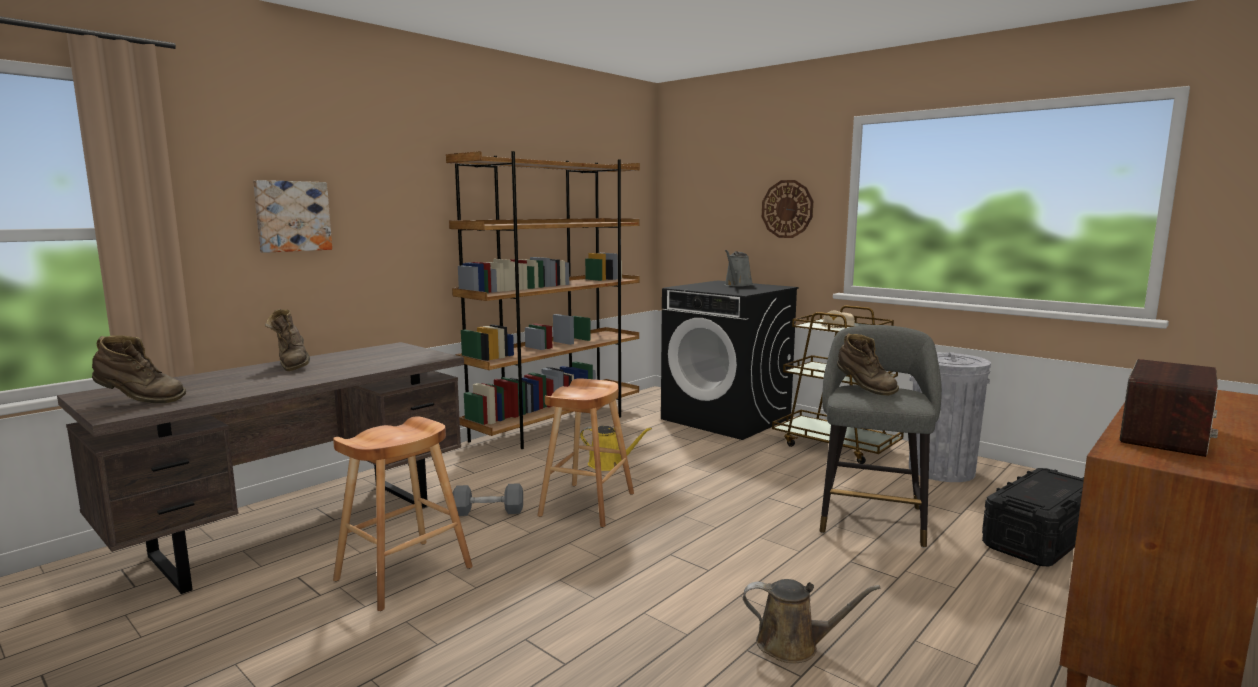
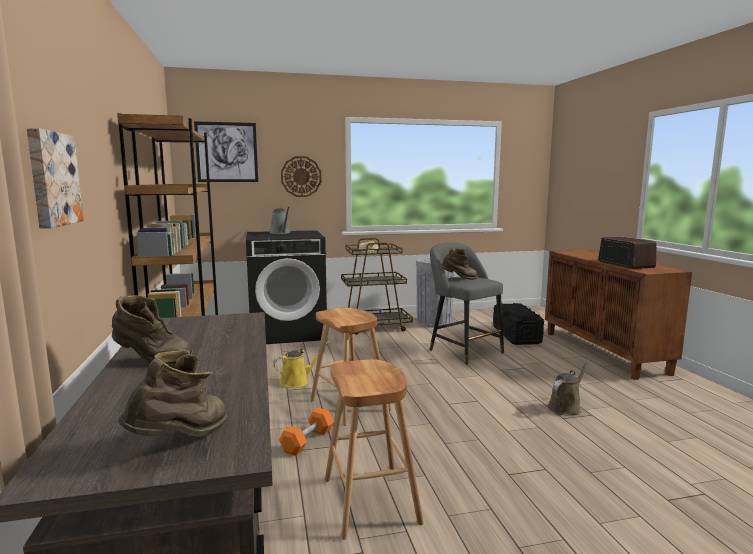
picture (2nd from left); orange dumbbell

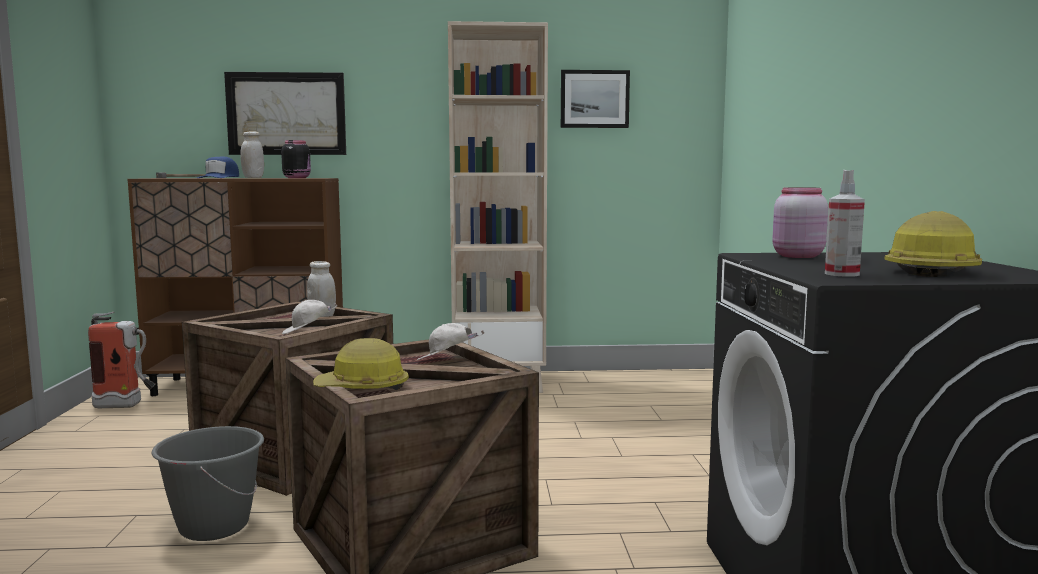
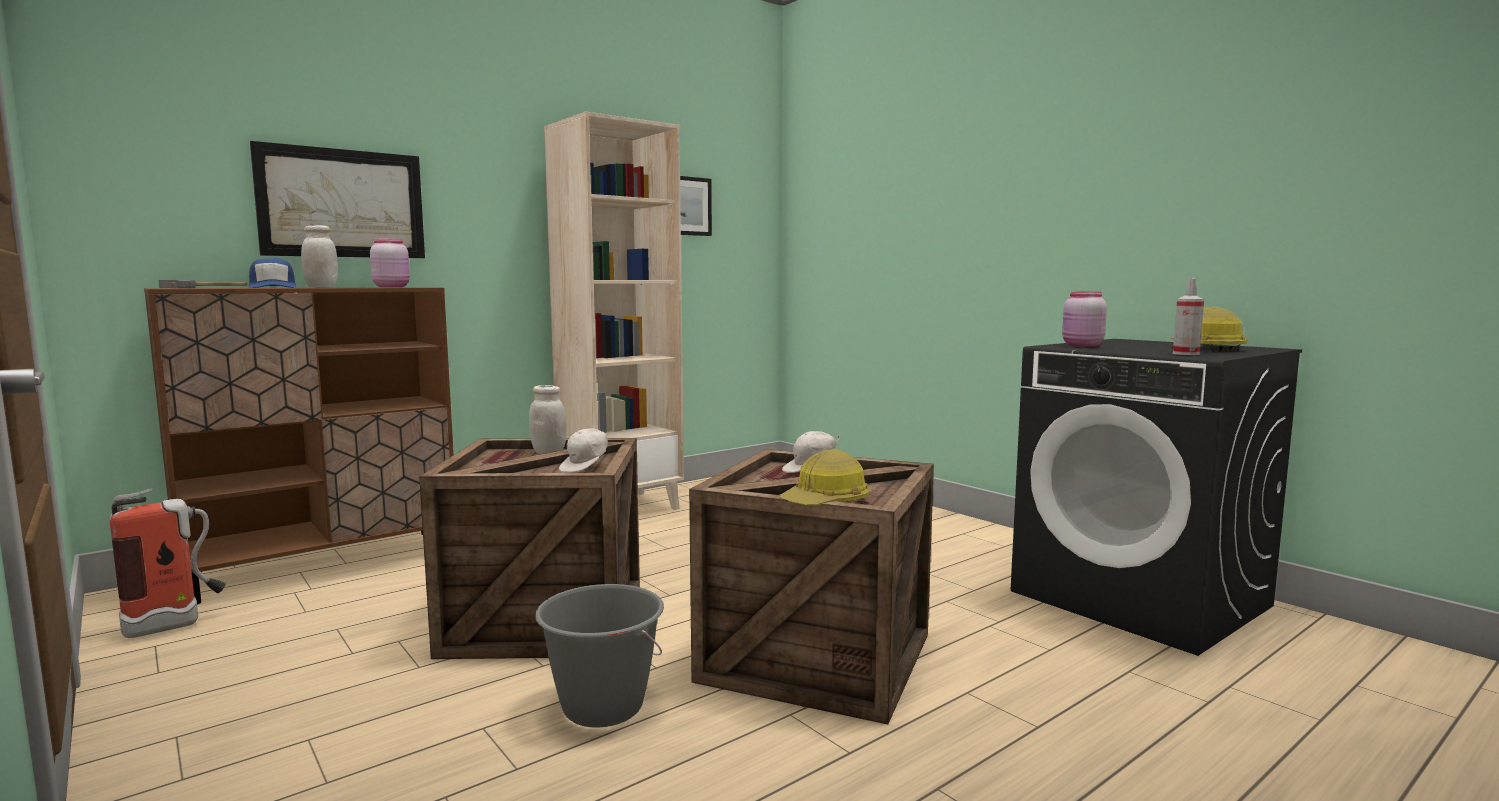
pink-coloured jar (1st from left)

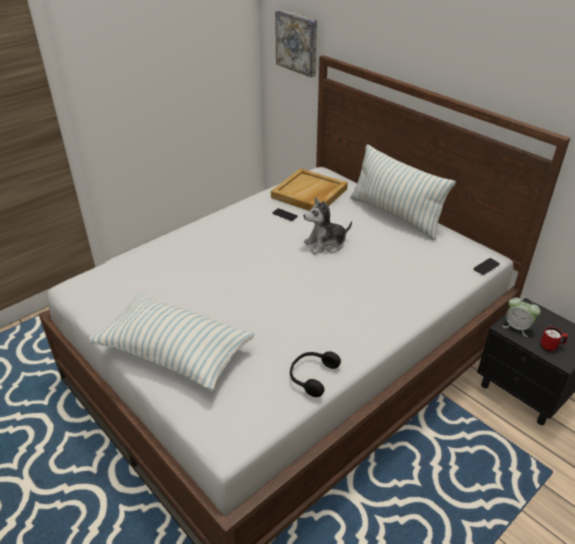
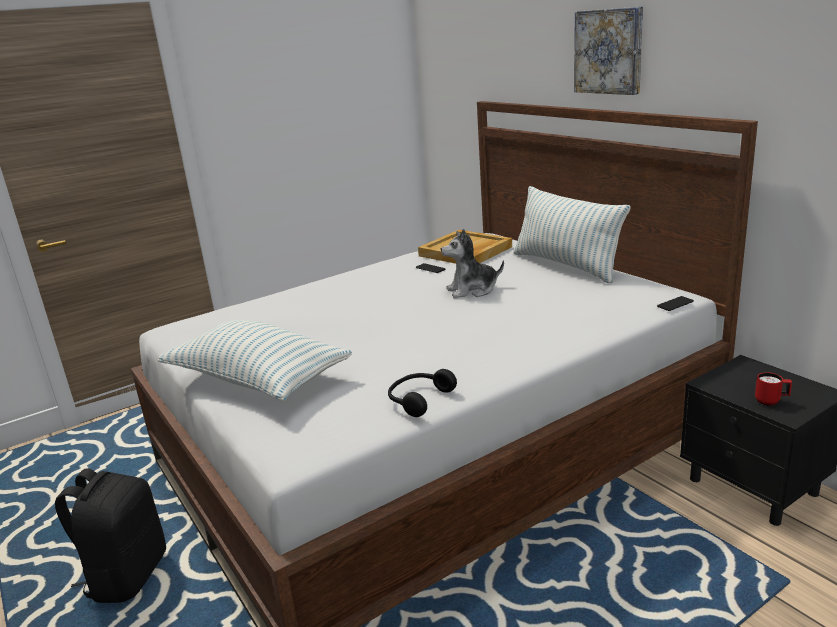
table clock; black-coloured knapsack; picture

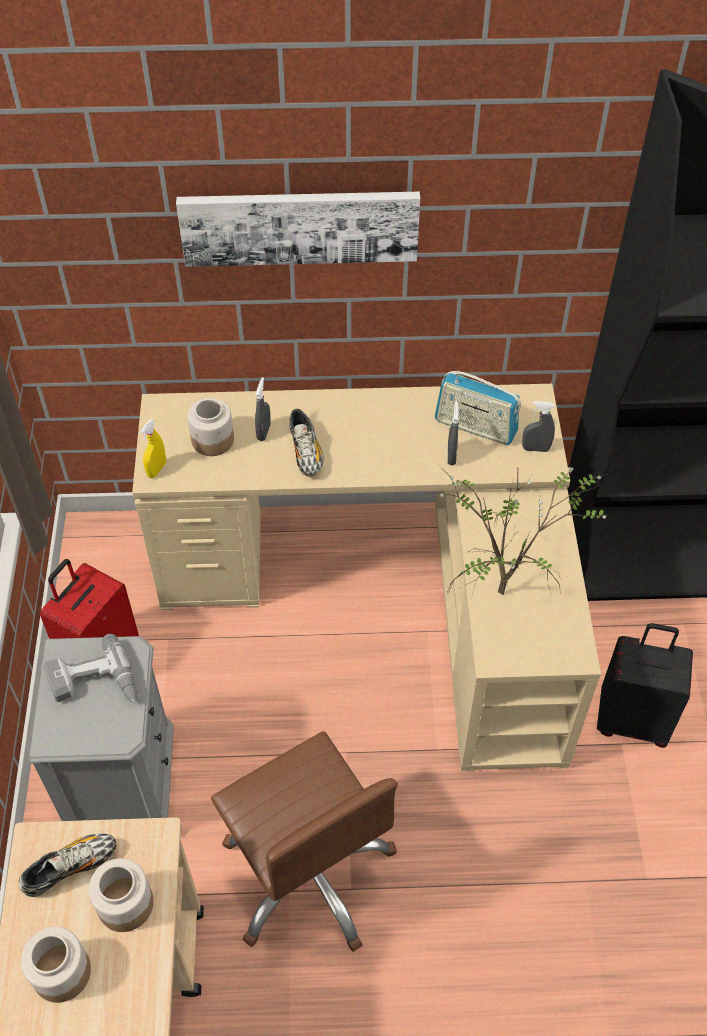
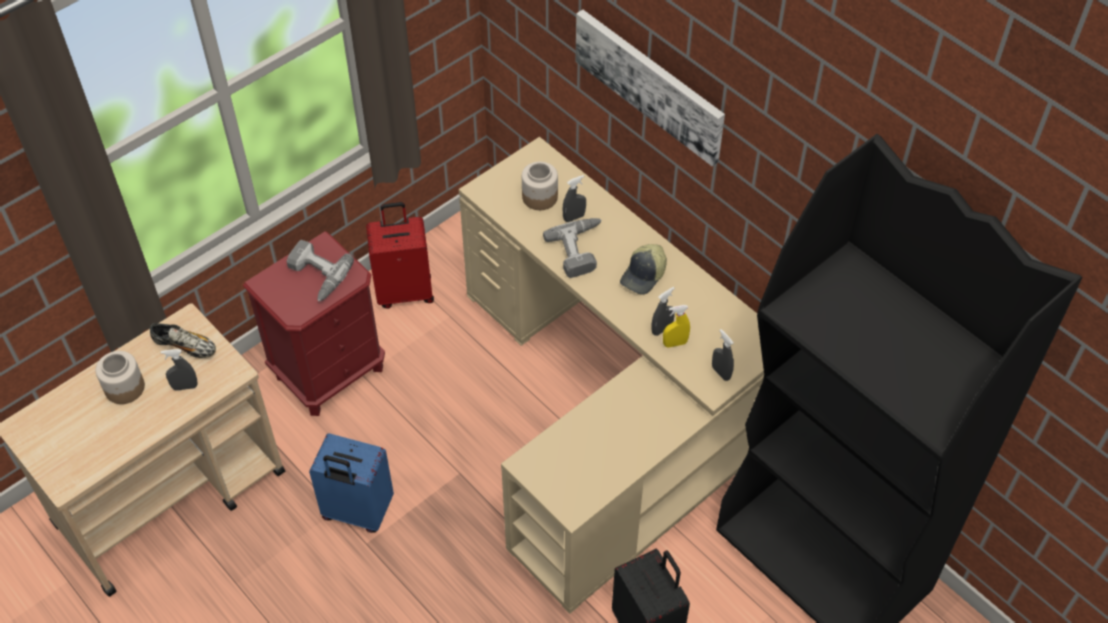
potted plant; radio set; baseball cap; yellow-coloured spray bottle; grey spray bottle (1st from left); blue piece of luggage; power drill (2nd from left); reddish nightstand

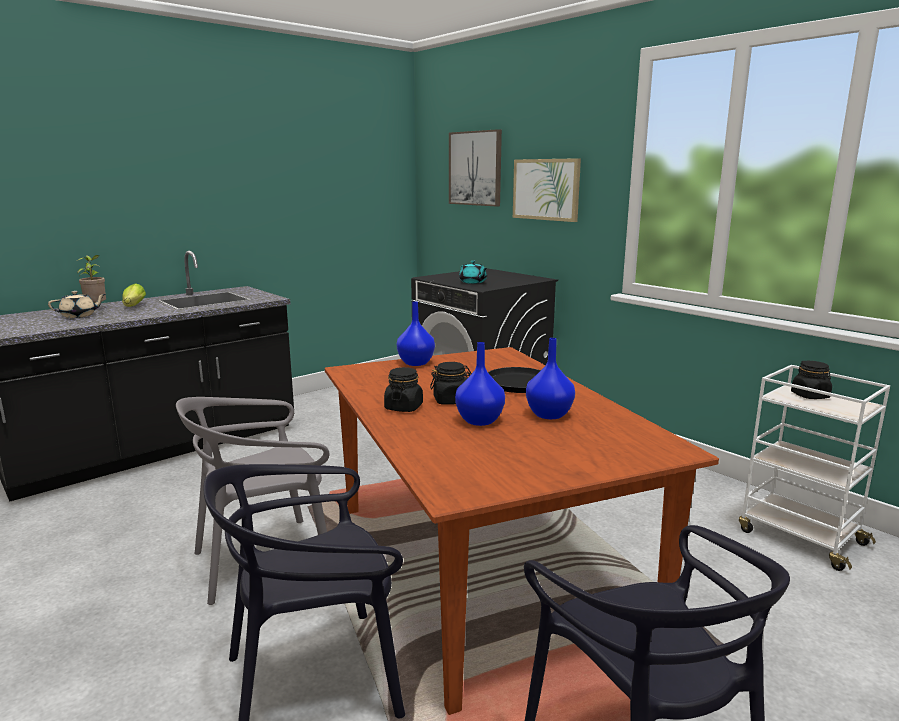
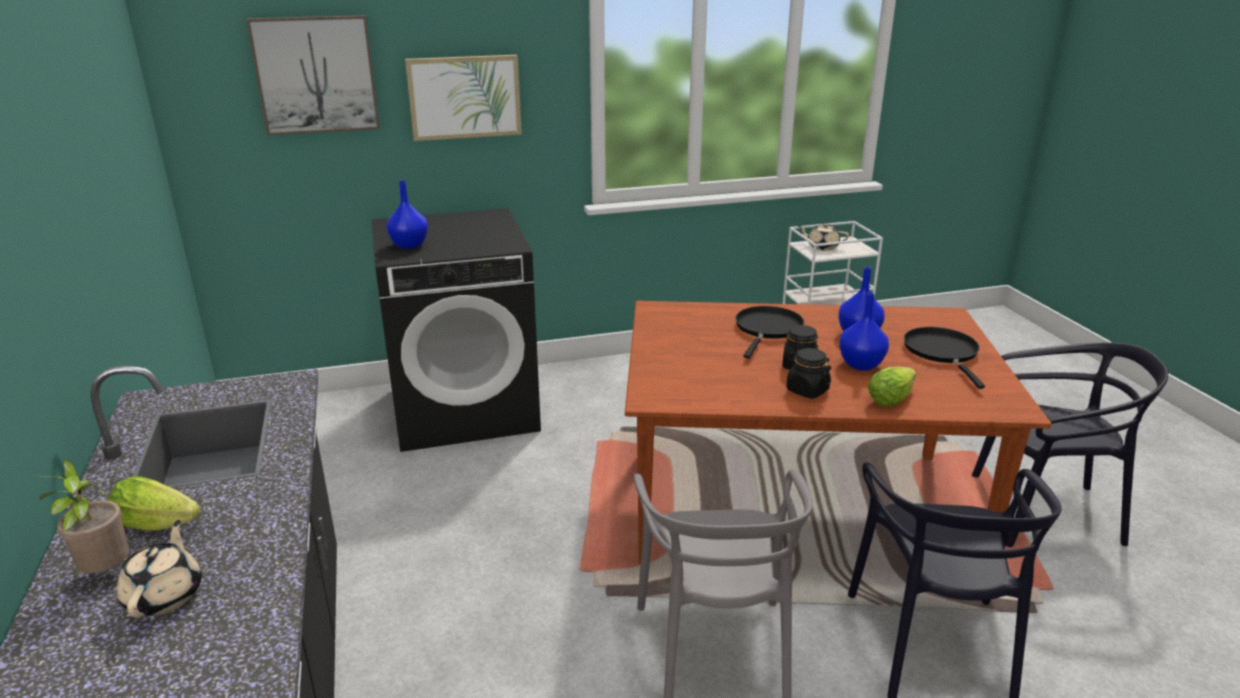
turquoise-coloured pot for tea; head of lettuce (2nd from left); black-coloured skillet (2nd from left); blue flower vase (1st from left); sand-coloured pot for tea (2nd from left)

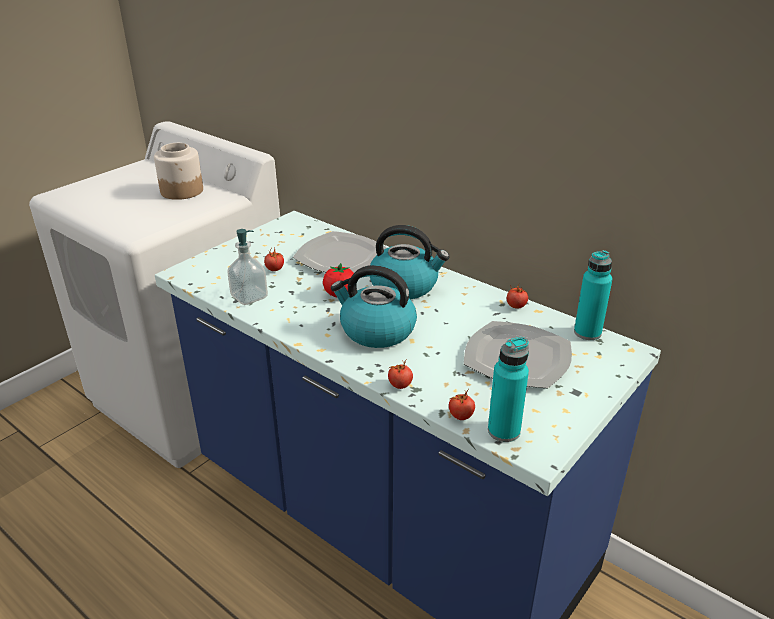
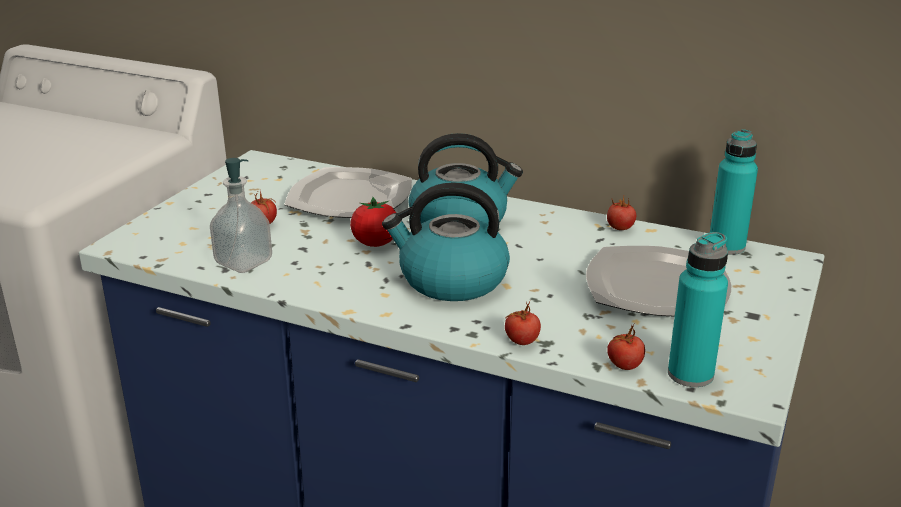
jar

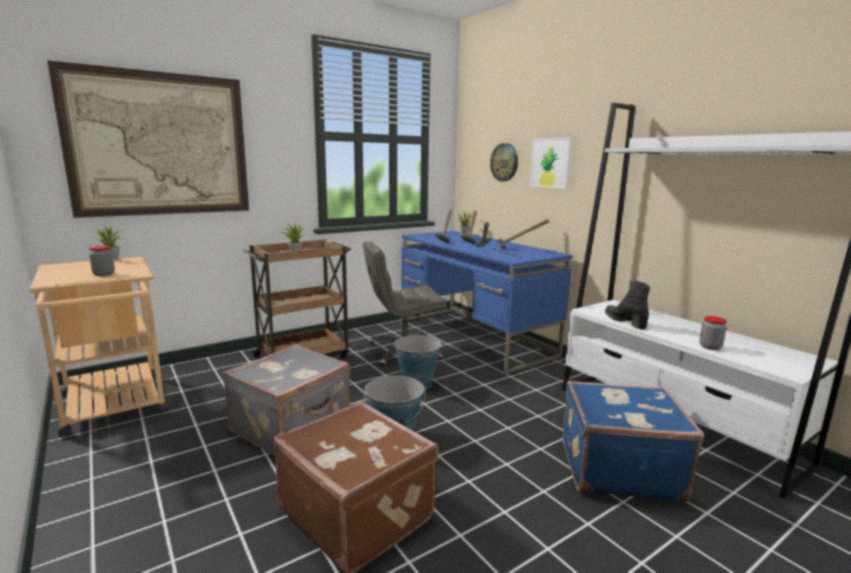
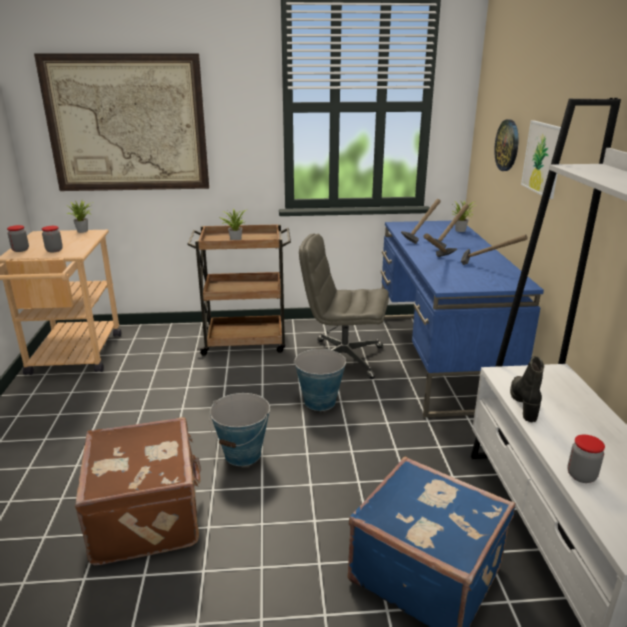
grey piece of luggage; jar (1st from left)

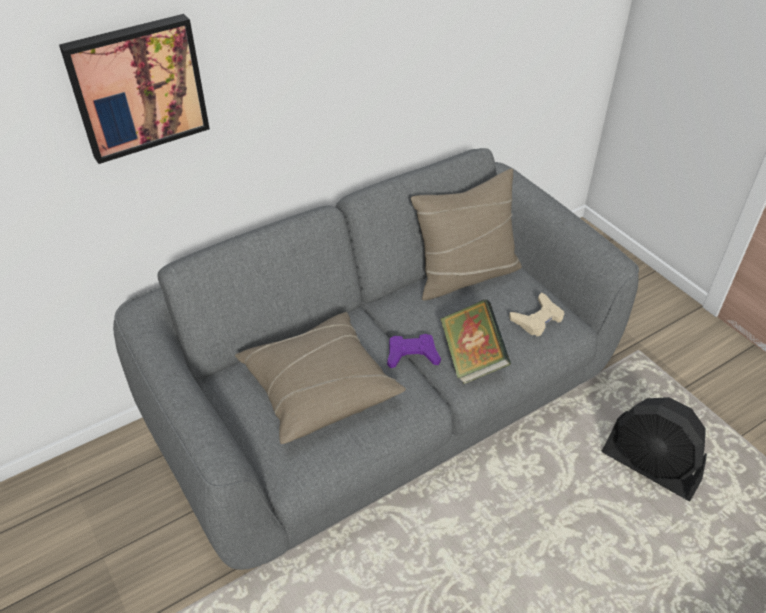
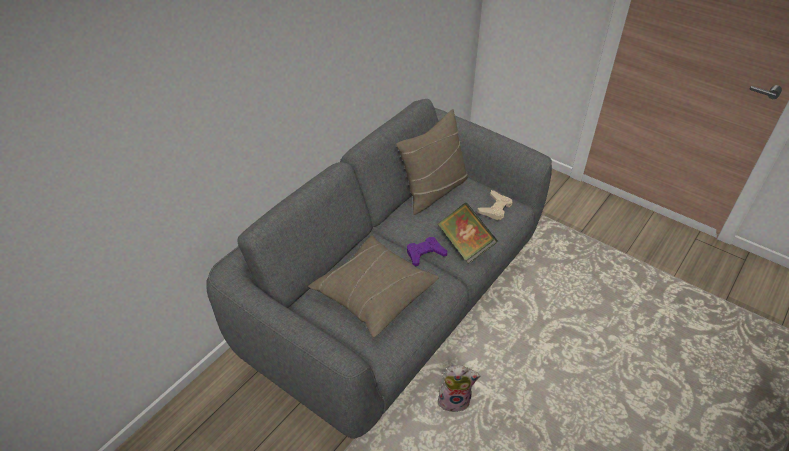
picture; black-coloured cooling fan; cuddly toy

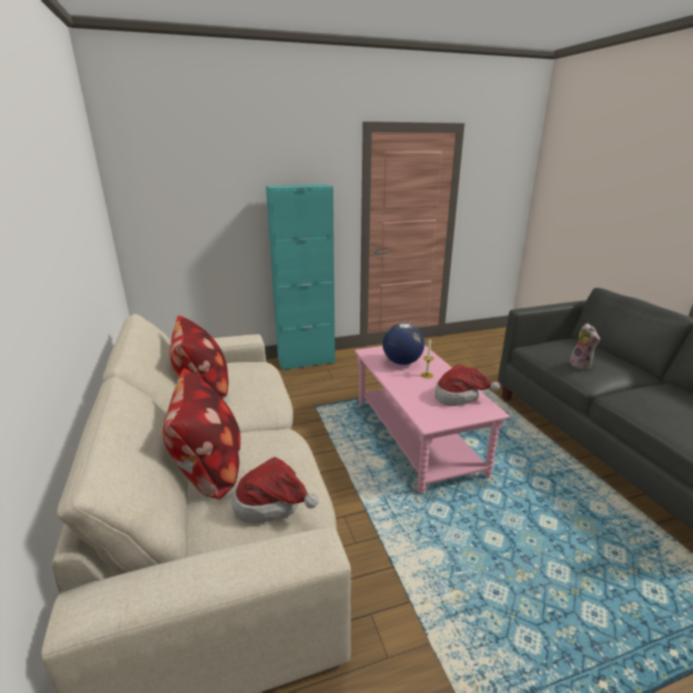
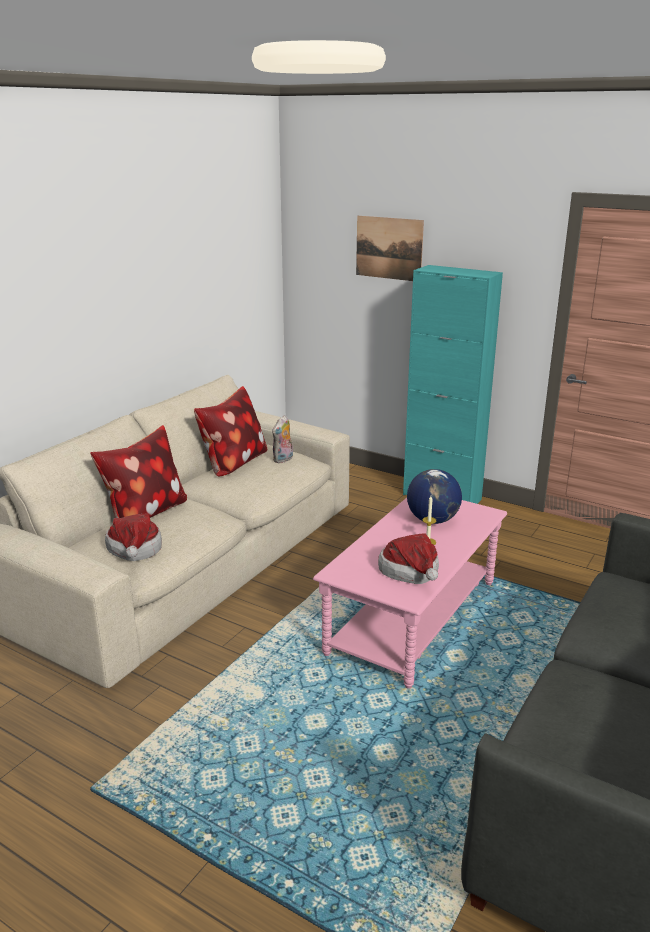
picture; cuddly toy

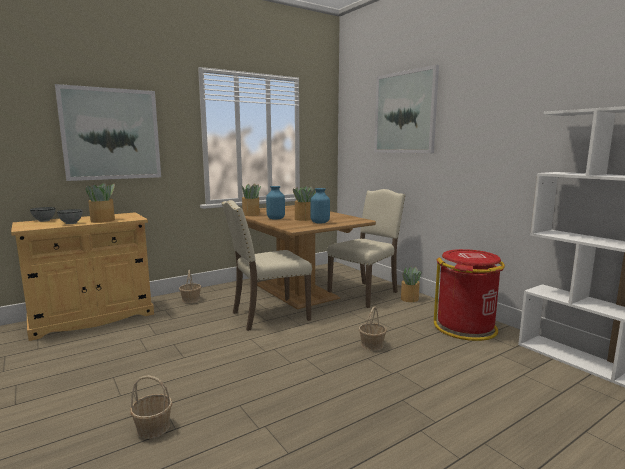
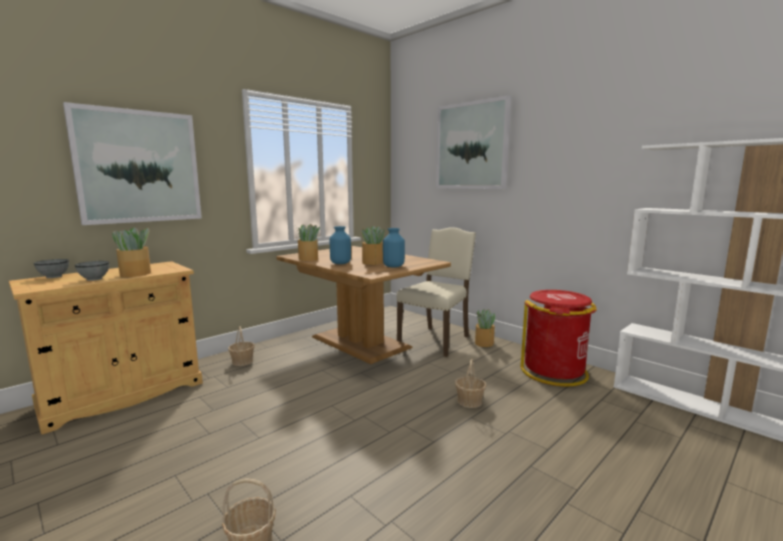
sand-coloured chair (1st from left in the first image)

